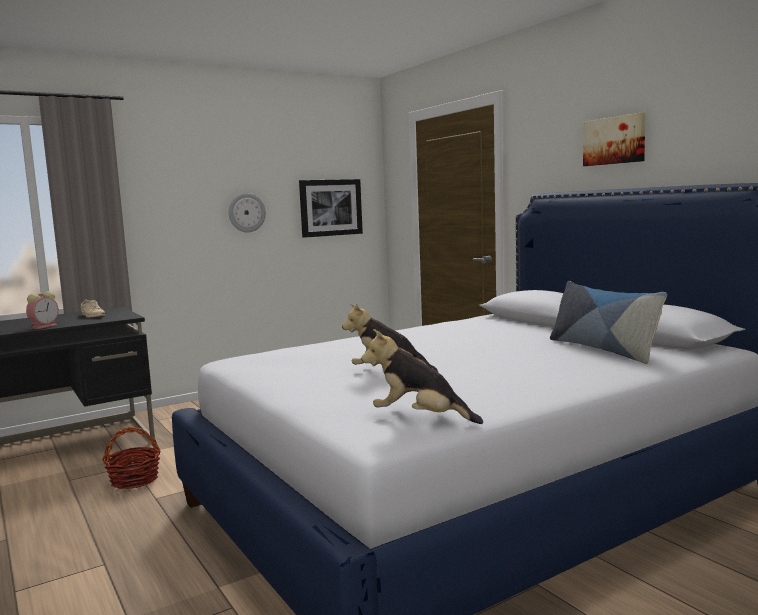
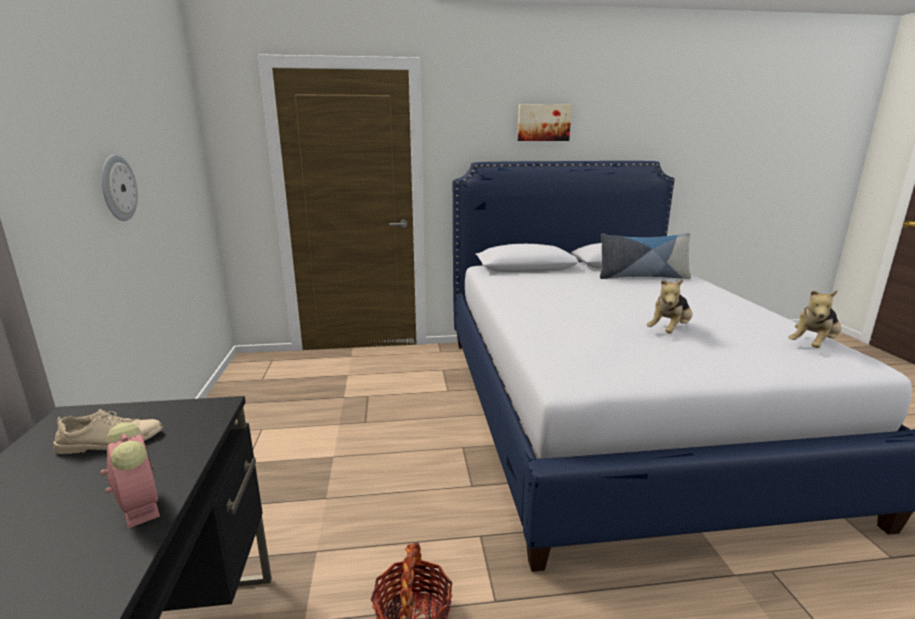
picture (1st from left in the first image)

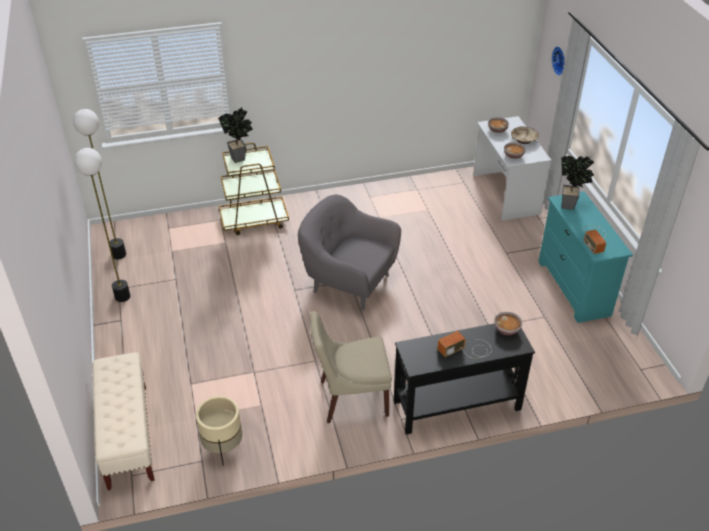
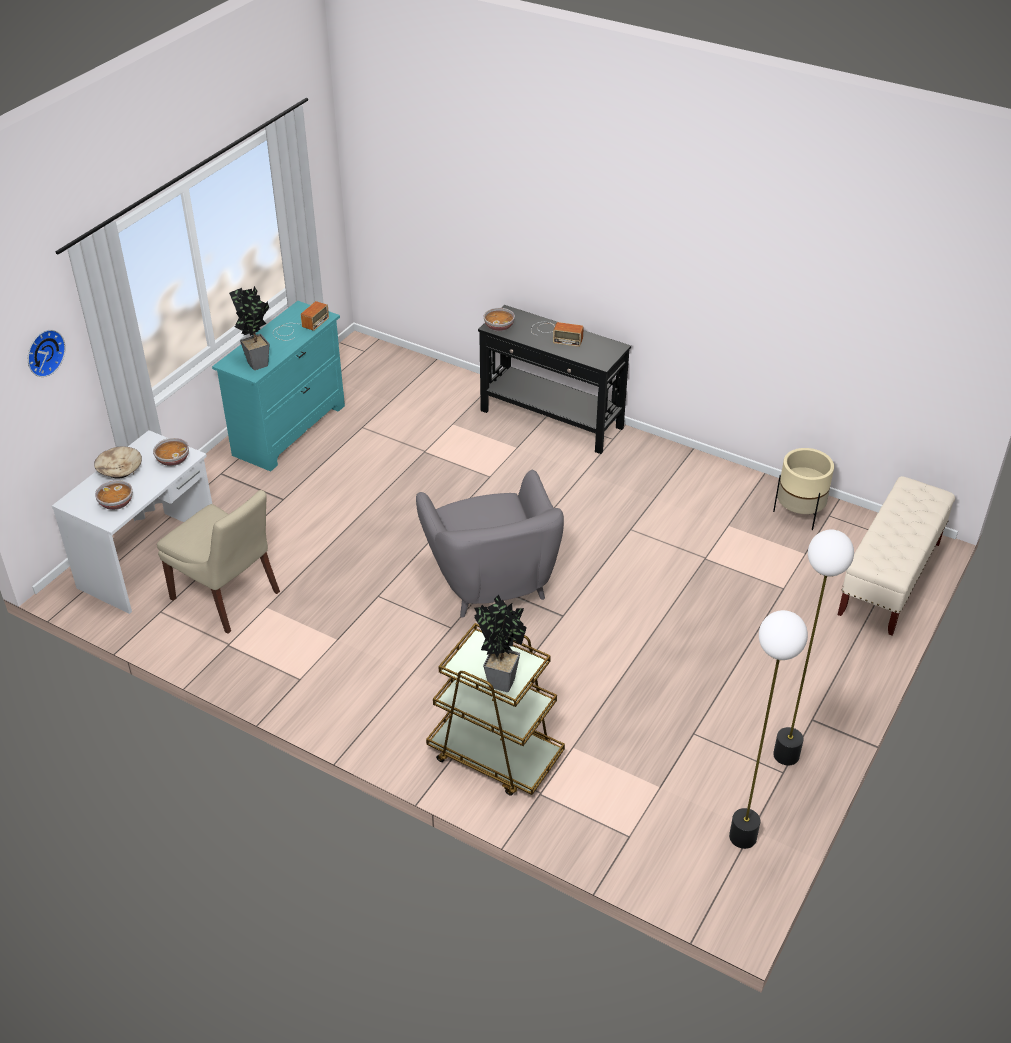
sand-coloured chair

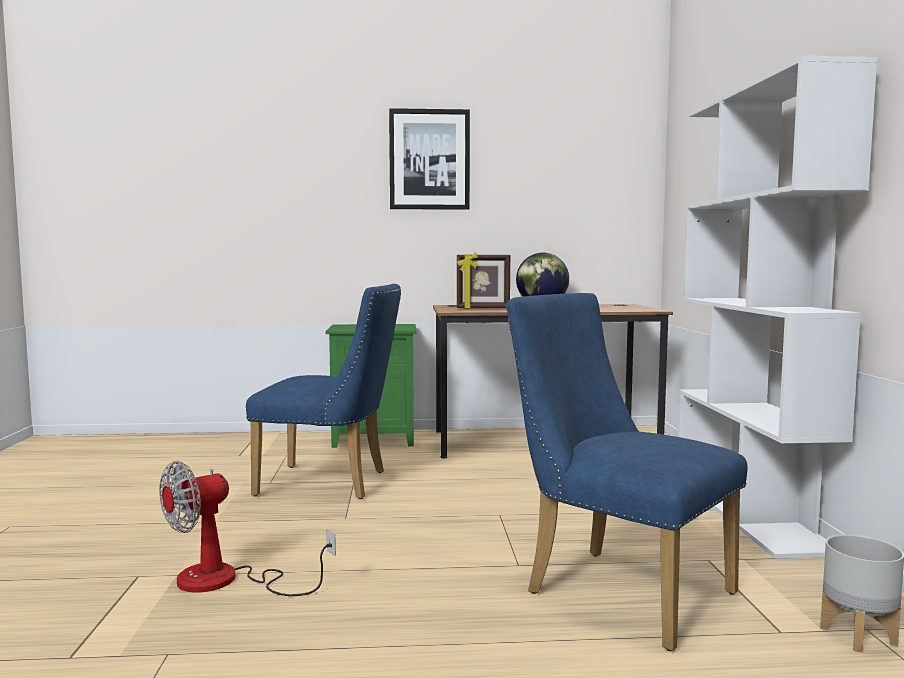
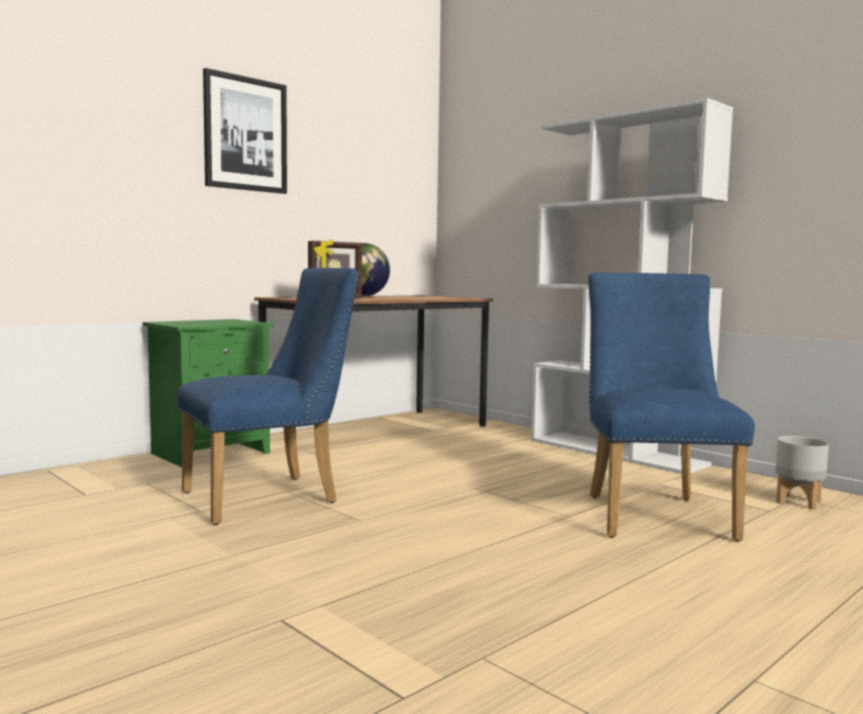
cooling fan; blue chair (2nd from left)

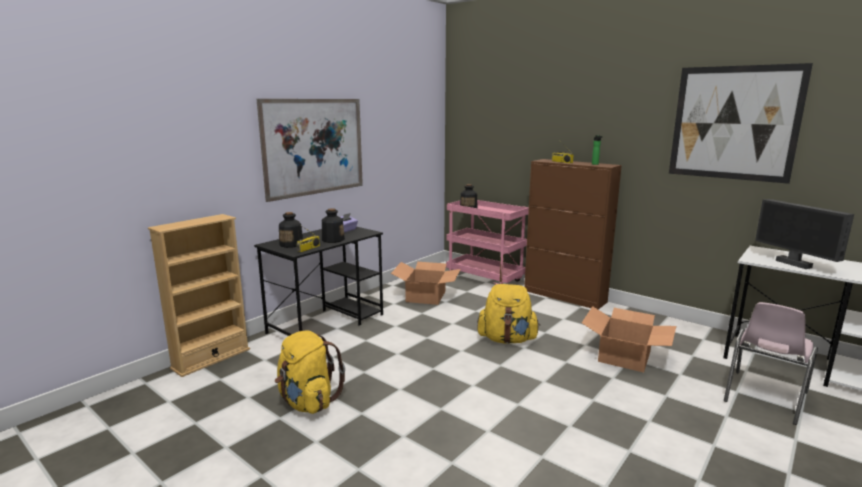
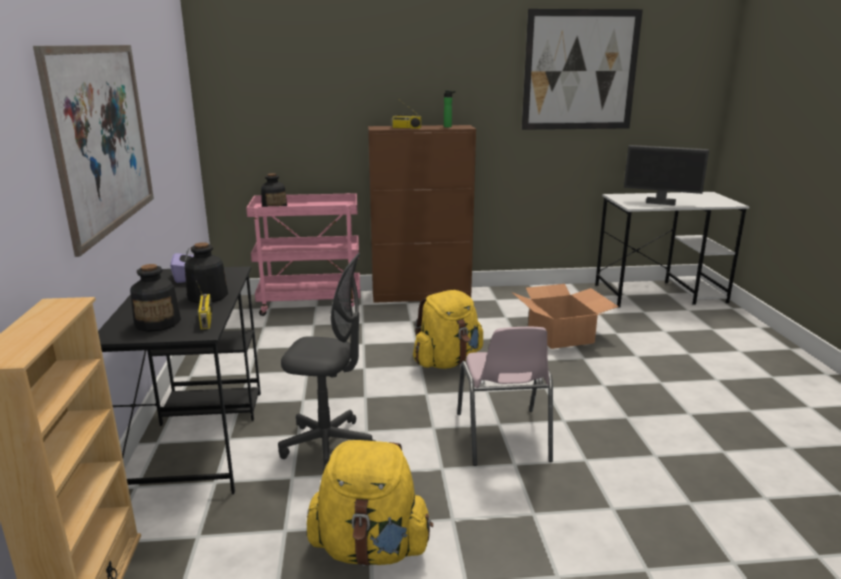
carton (1st from left in the first image); grey office chair; pink-coloured chair

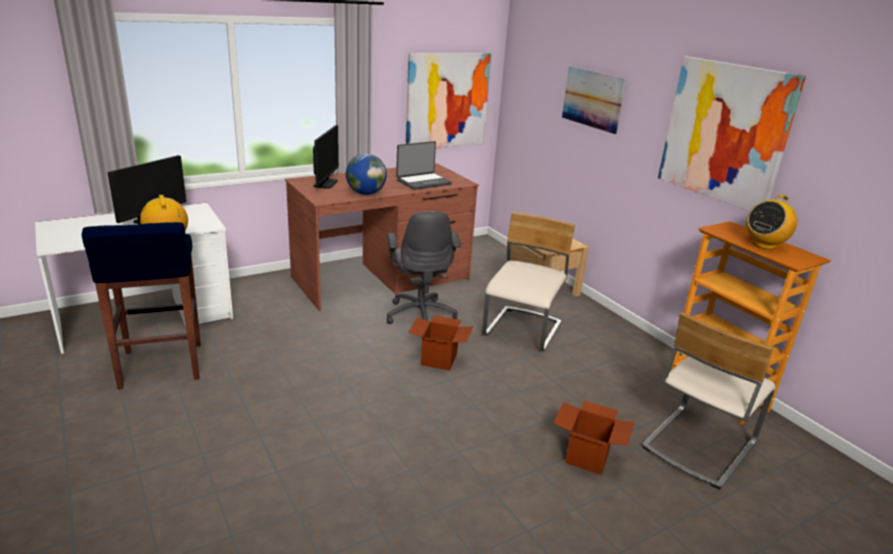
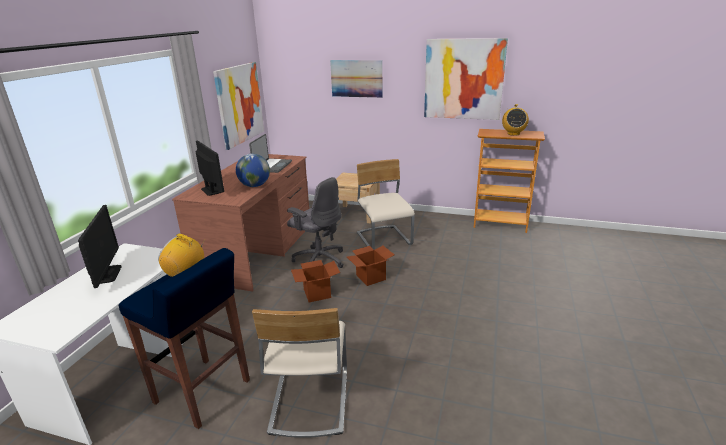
carton (1st from left); sand-coloured chair (1st from left)

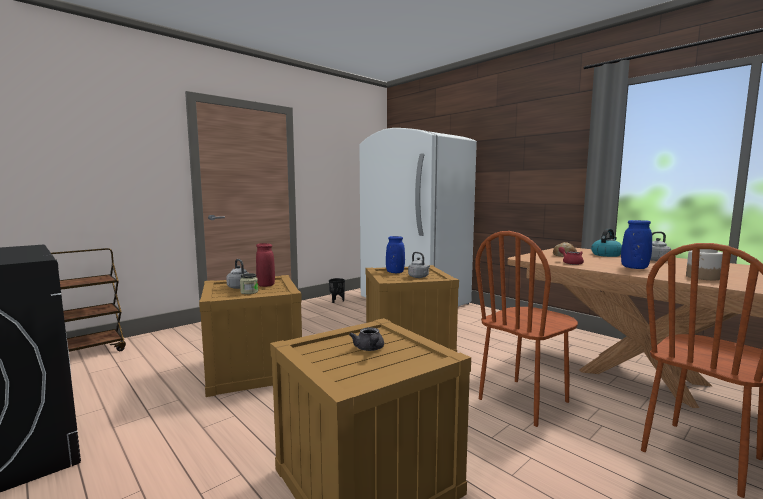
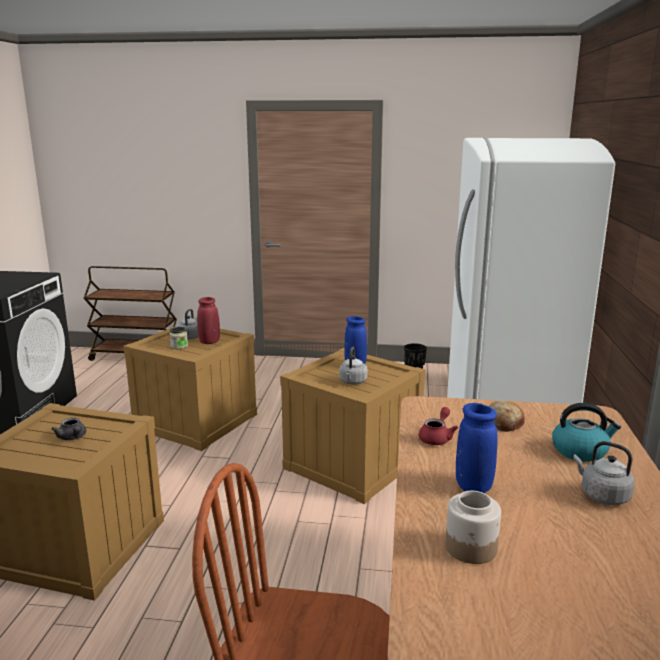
brown-coloured chair (1st from left in the first image); grey pot for tea

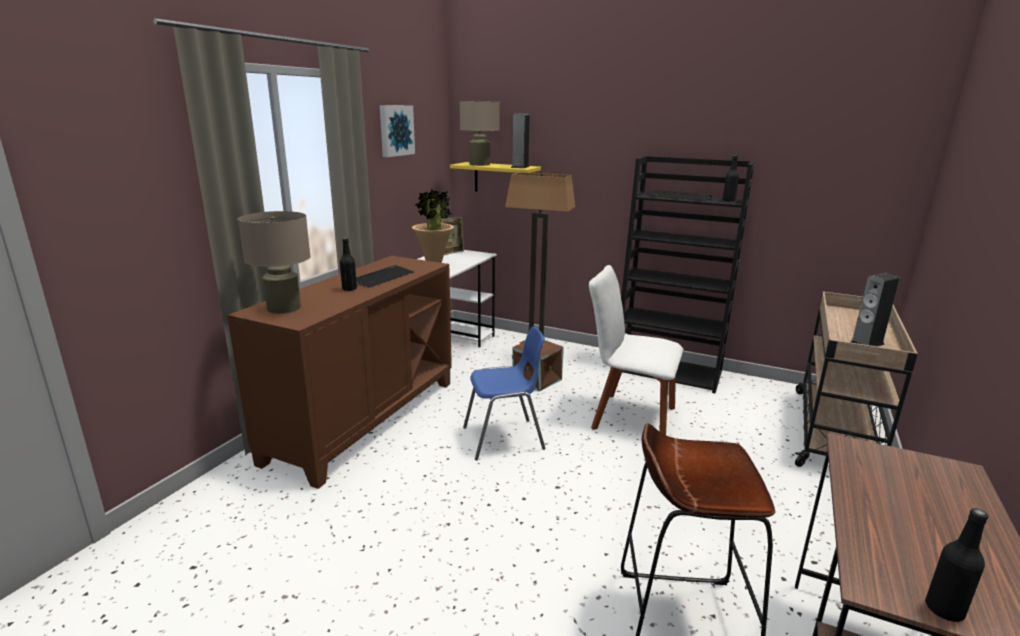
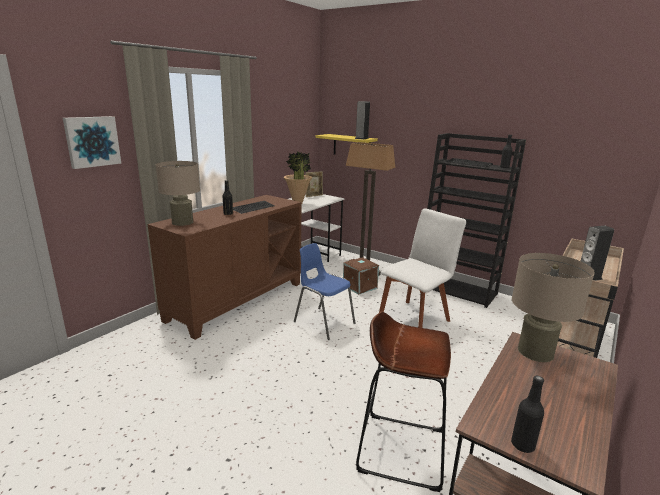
picture; sand-coloured lamp for a table (2nd from left); blue chair; white chair

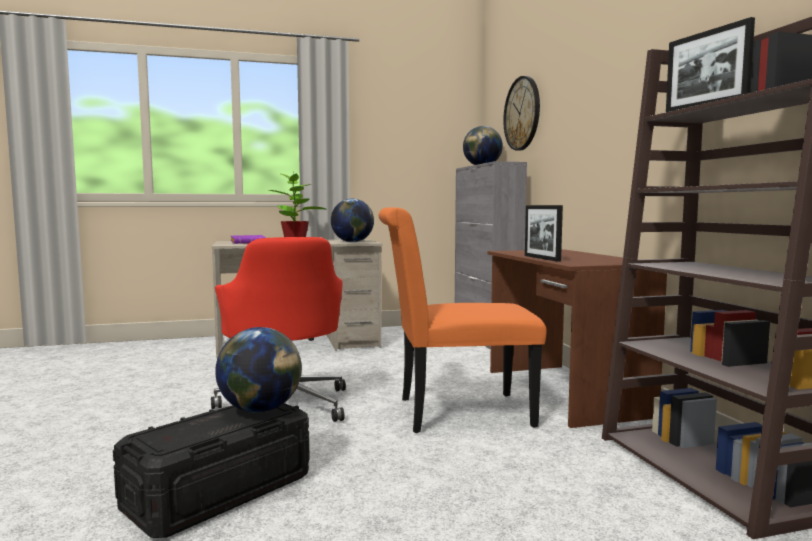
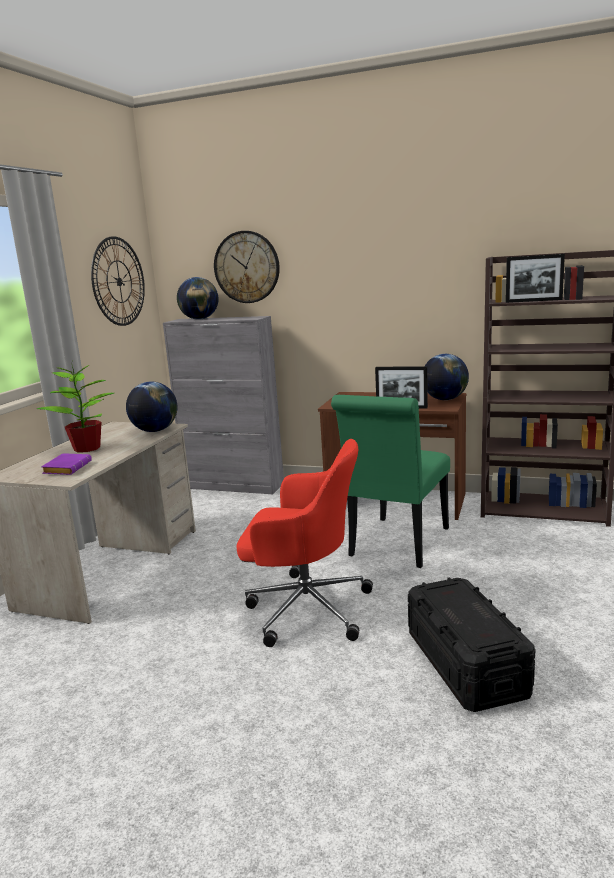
hanging clock (1st from left); globe (3rd from left); green-coloured chair

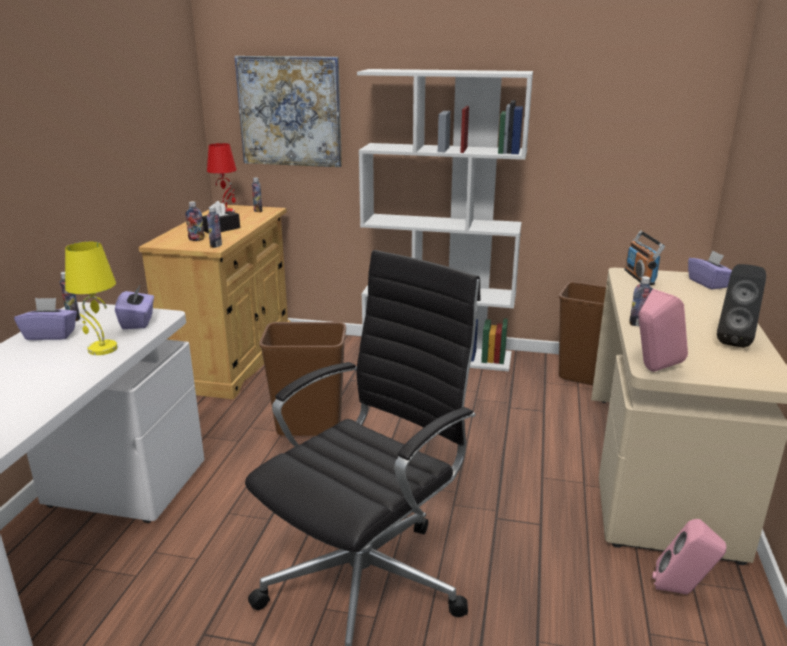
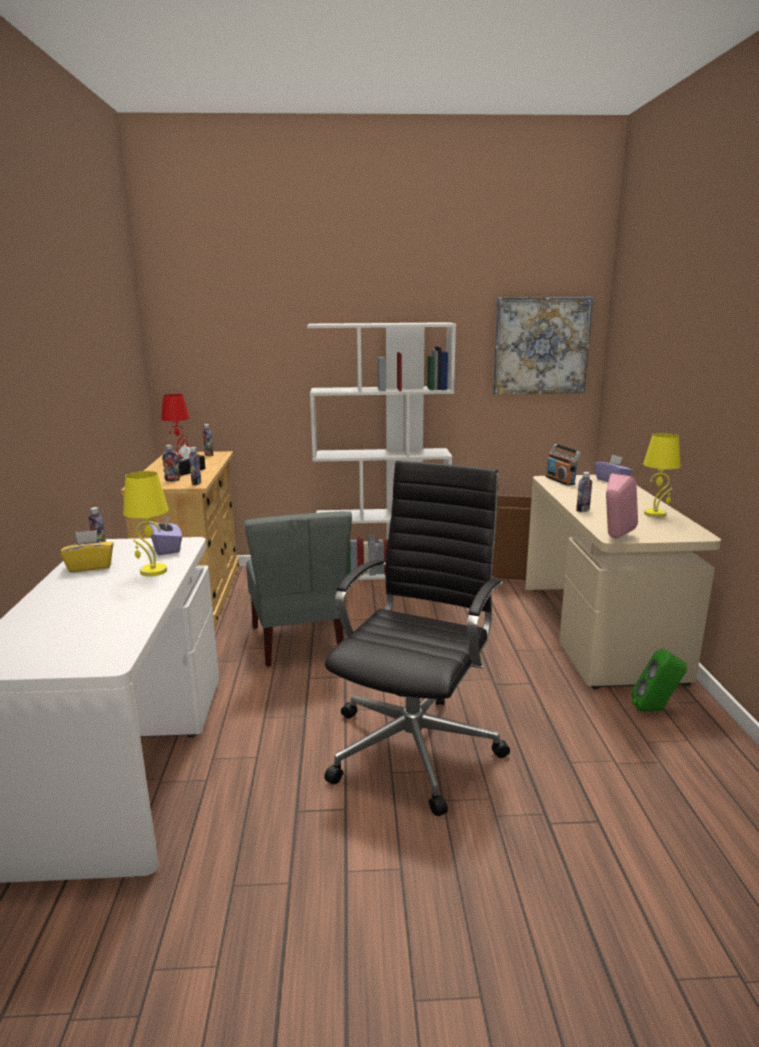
picture; grey chair; yellow-coloured lamp for a table (2nd from left); yellow-coloured tissue holder; green-coloured speaker

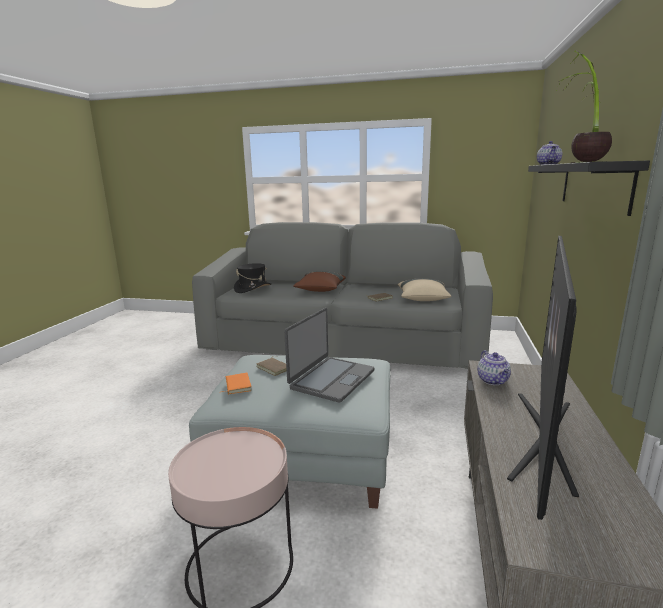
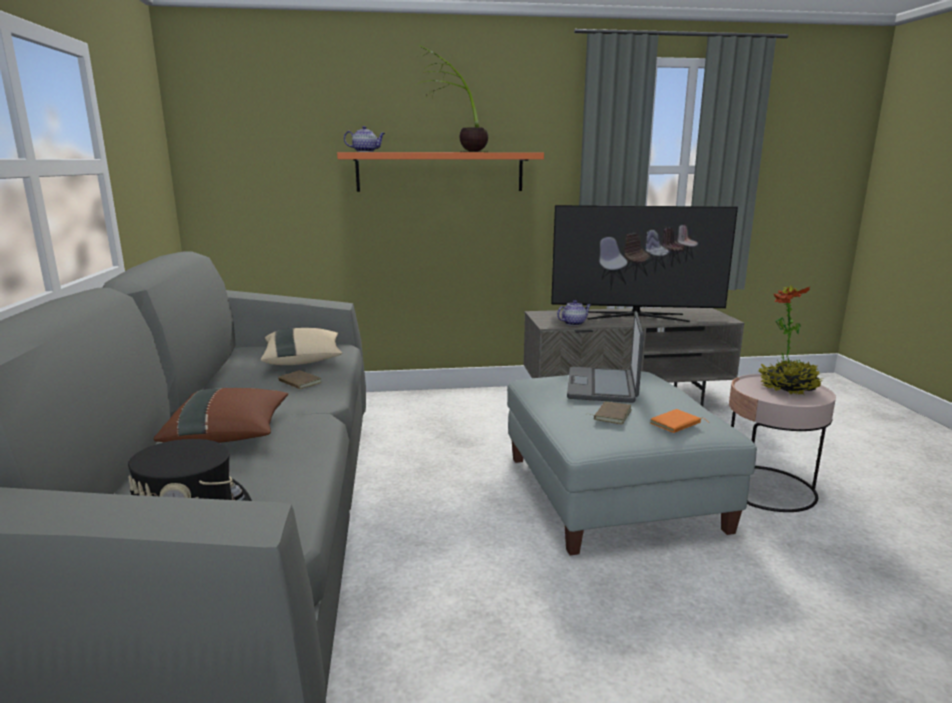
potted plant (2nd from left); orange wall shelf; portable computer

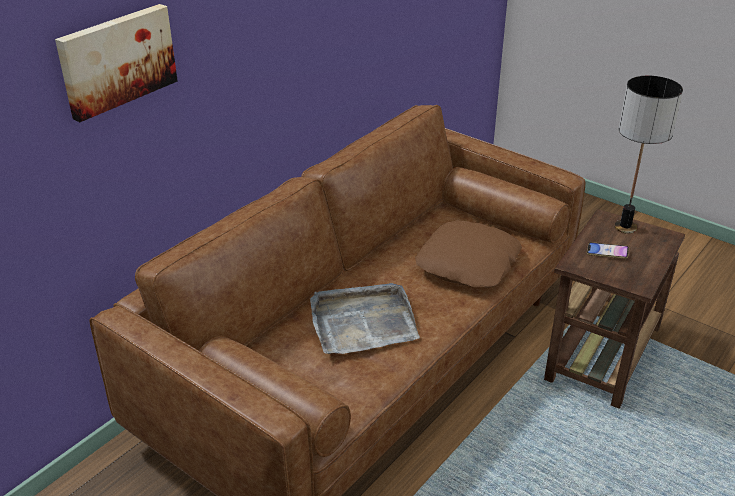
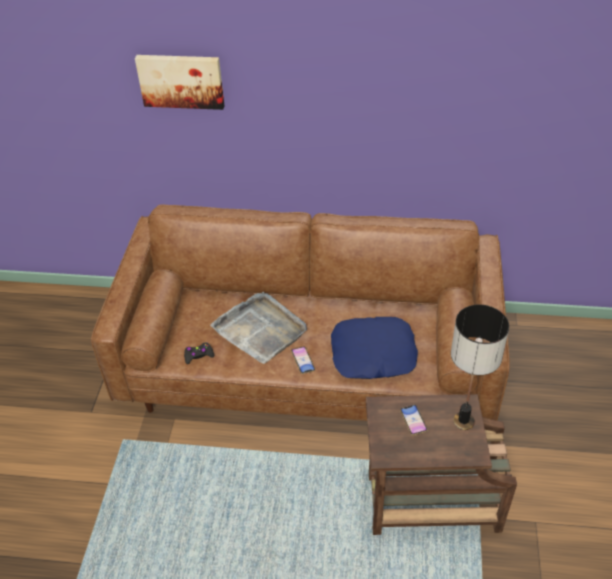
black-coloured game controller; phone (1st from left); blue pillow

